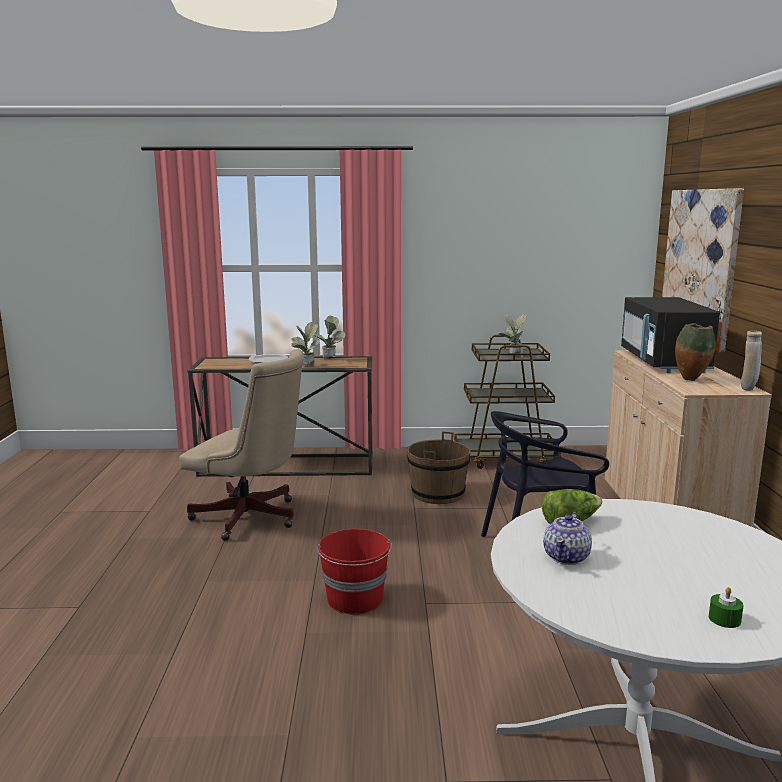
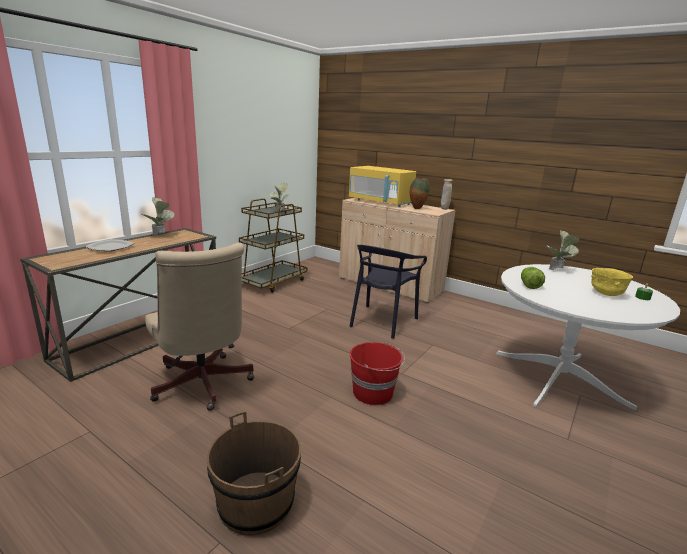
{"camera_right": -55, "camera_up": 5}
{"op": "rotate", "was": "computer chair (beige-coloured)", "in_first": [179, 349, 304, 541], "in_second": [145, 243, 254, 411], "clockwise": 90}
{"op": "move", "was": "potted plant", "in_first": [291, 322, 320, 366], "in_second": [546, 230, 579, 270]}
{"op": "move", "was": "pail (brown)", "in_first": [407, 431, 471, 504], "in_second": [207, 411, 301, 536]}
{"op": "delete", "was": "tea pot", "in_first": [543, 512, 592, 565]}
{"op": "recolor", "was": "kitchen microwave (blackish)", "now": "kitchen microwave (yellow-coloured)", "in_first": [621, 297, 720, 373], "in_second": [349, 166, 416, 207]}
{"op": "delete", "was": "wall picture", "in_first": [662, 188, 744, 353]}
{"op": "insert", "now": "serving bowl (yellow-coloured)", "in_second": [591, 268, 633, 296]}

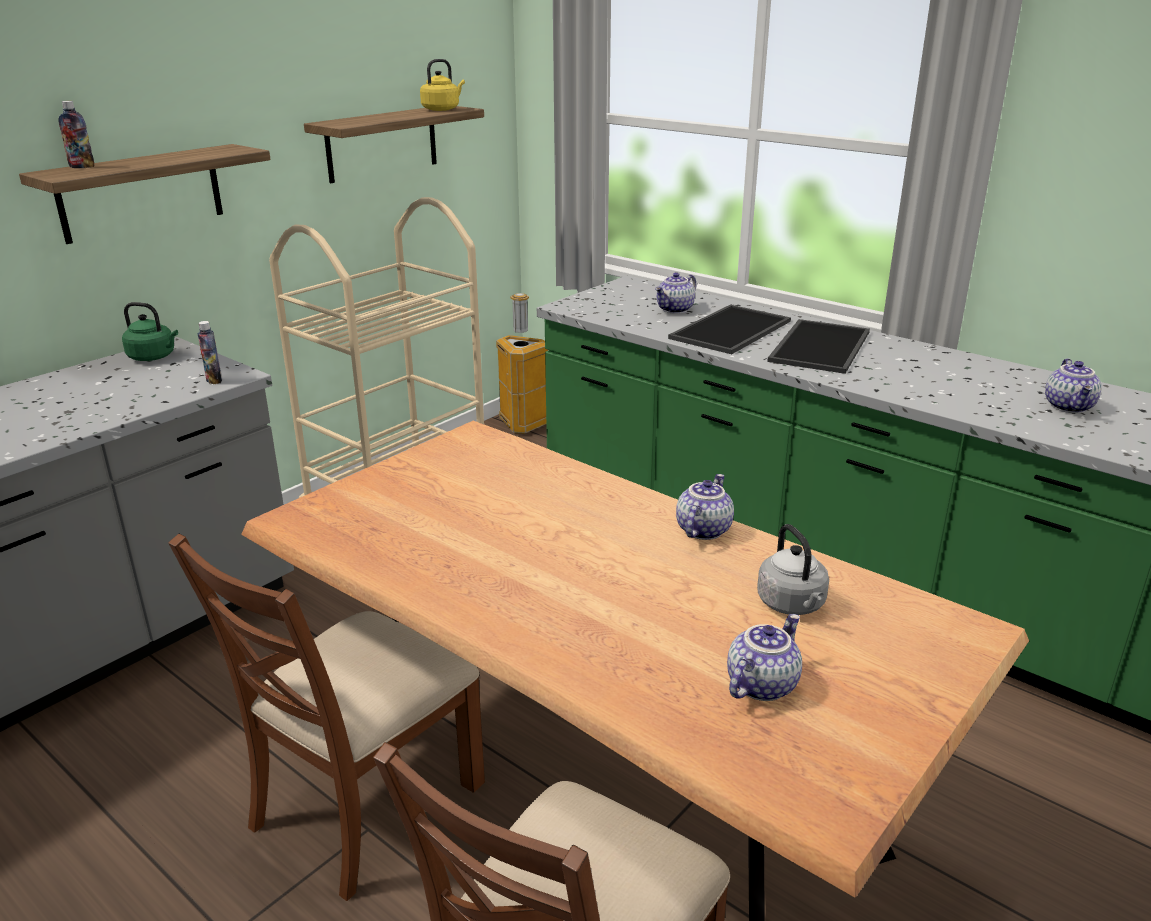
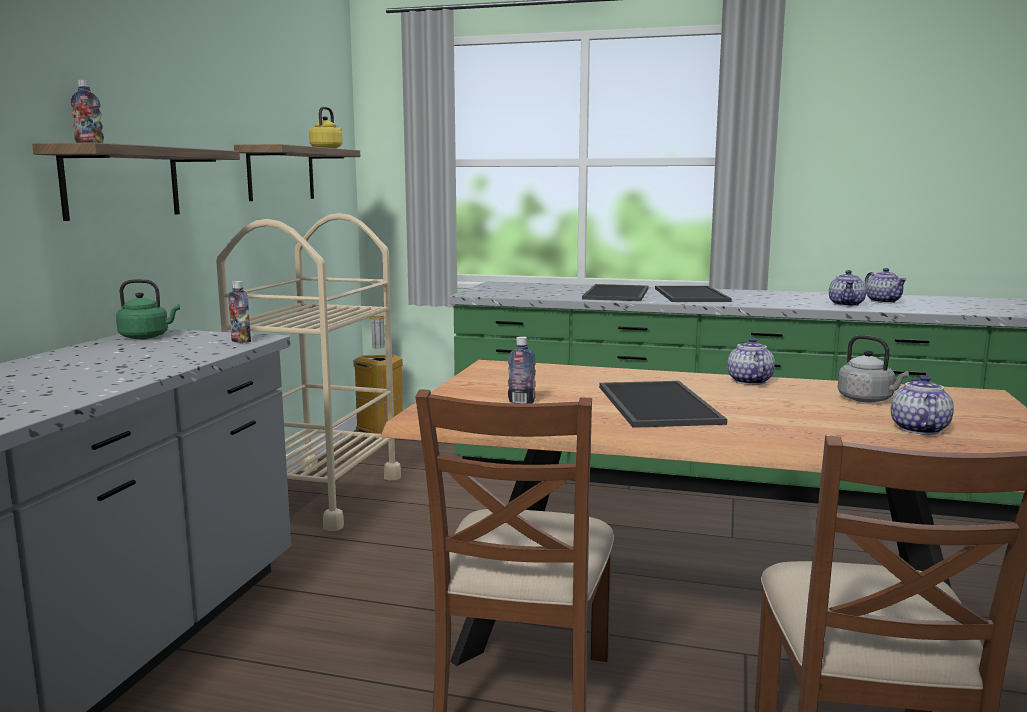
{"camera_right": -25, "camera_up": -15}
{"op": "move", "was": "tea pot", "in_first": [655, 272, 696, 314], "in_second": [829, 270, 867, 306]}
{"op": "insert", "now": "drink bottle", "in_second": [508, 337, 536, 404]}
{"op": "insert", "now": "tray", "in_second": [599, 381, 727, 428]}

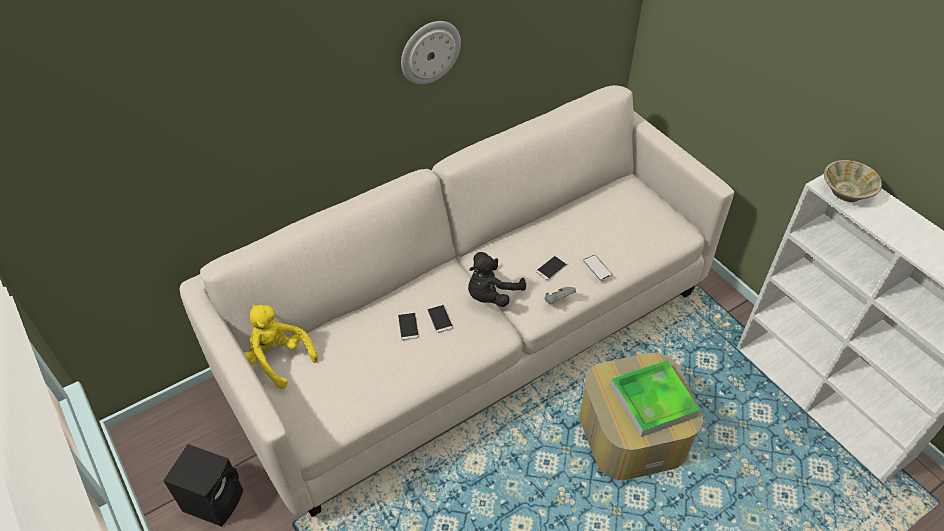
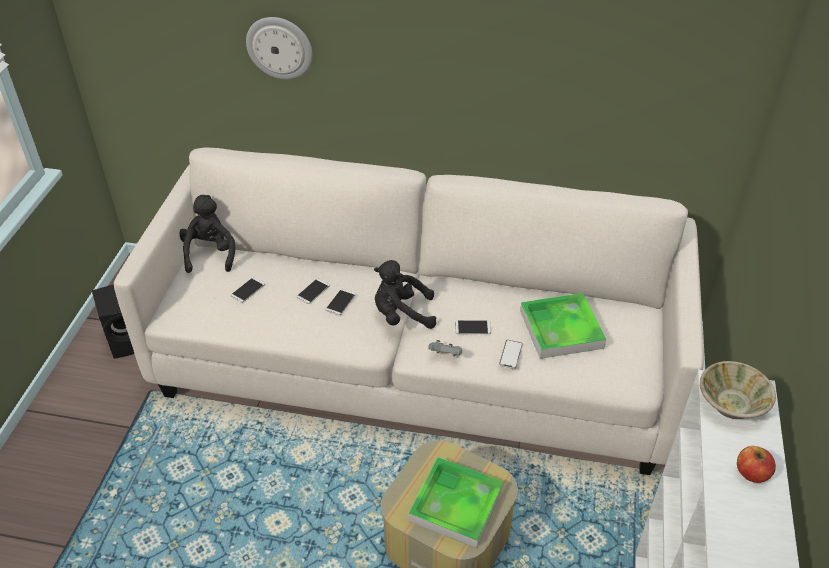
{"camera_right": 45, "camera_up": -5}
{"op": "recolor", "was": "cuddly toy (yellow-coloured)", "now": "cuddly toy (blackish)", "in_first": [244, 305, 318, 389], "in_second": [180, 195, 235, 273]}
{"op": "move", "was": "wall clock", "in_first": [401, 21, 461, 84], "in_second": [246, 17, 313, 79]}
{"op": "insert", "now": "telephone", "in_second": [231, 277, 265, 303]}
{"op": "insert", "now": "tray", "in_second": [520, 293, 606, 359]}
{"op": "insert", "now": "apple", "in_second": [737, 446, 776, 483]}

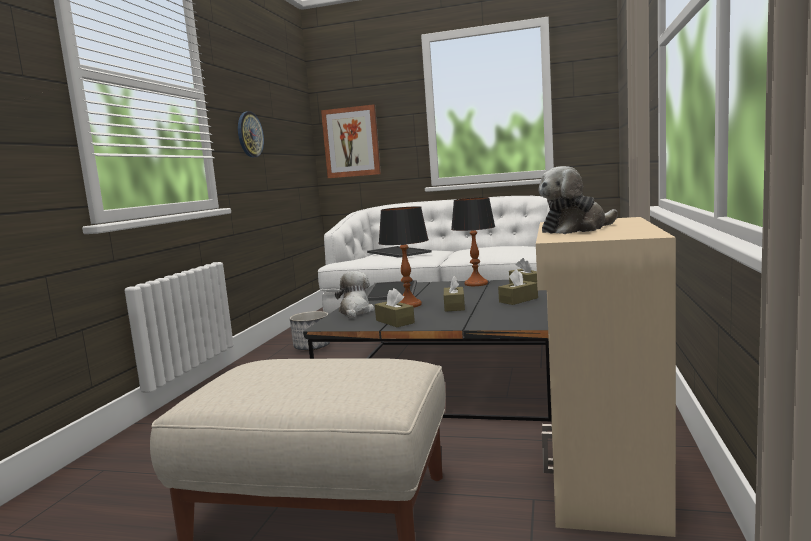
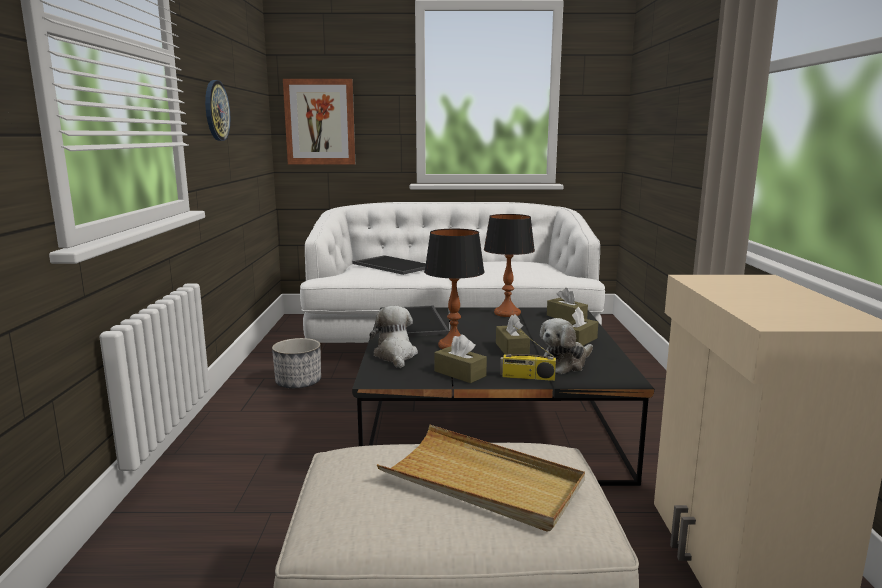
{"camera_right": -15, "camera_up": 5}
{"op": "move", "was": "cuddly toy", "in_first": [538, 166, 618, 234], "in_second": [540, 318, 593, 374]}
{"op": "insert", "now": "tray (beige-coloured)", "in_second": [377, 425, 585, 532]}
{"op": "insert", "now": "radio set", "in_second": [500, 325, 556, 381]}

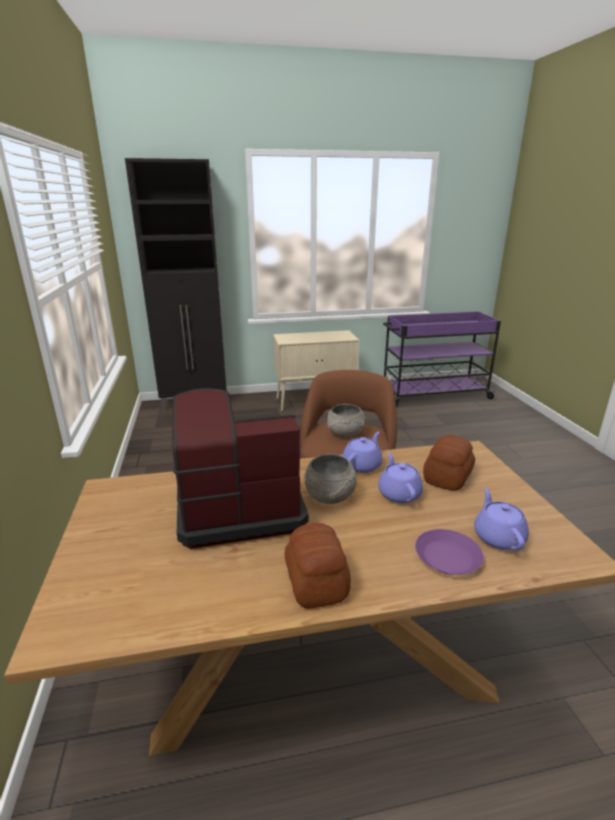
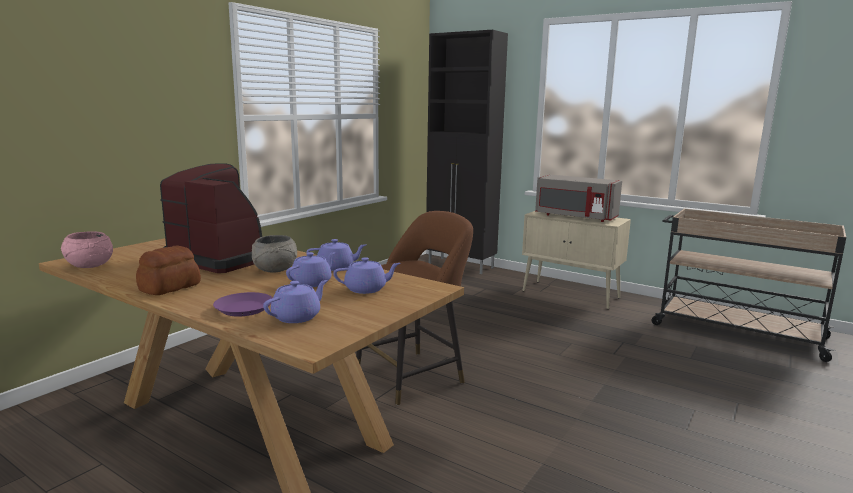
{"camera_right": 45, "camera_up": -10}
{"op": "delete", "was": "serving bowl (gray)", "in_first": [327, 404, 365, 438]}
{"op": "recolor", "was": "trolley (purplish)", "now": "trolley (beige-coloured)", "in_first": [383, 311, 501, 407], "in_second": [651, 209, 846, 362]}
{"op": "replace", "was": "bread", "now": "tea pot (purplish)", "in_first": [423, 435, 475, 491], "in_second": [333, 257, 400, 294]}
{"op": "insert", "now": "serving bowl (pinkish)", "in_second": [61, 232, 113, 268]}
{"op": "insert", "now": "kitchen microwave (gray)", "in_second": [535, 174, 622, 222]}

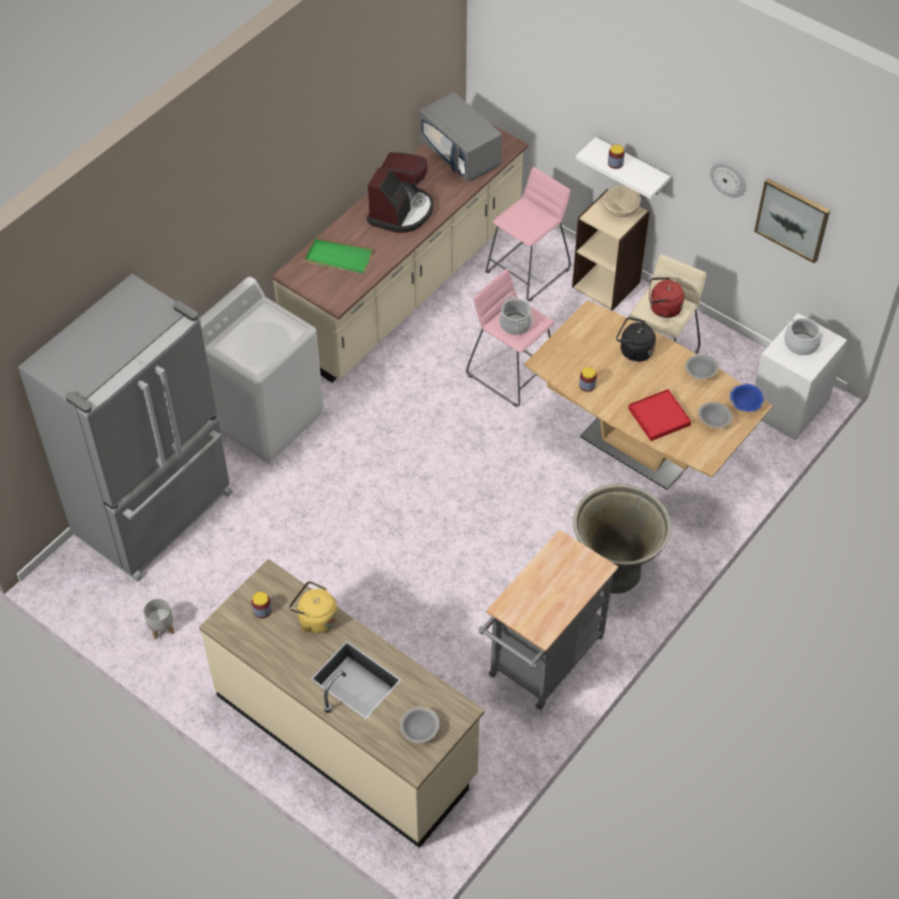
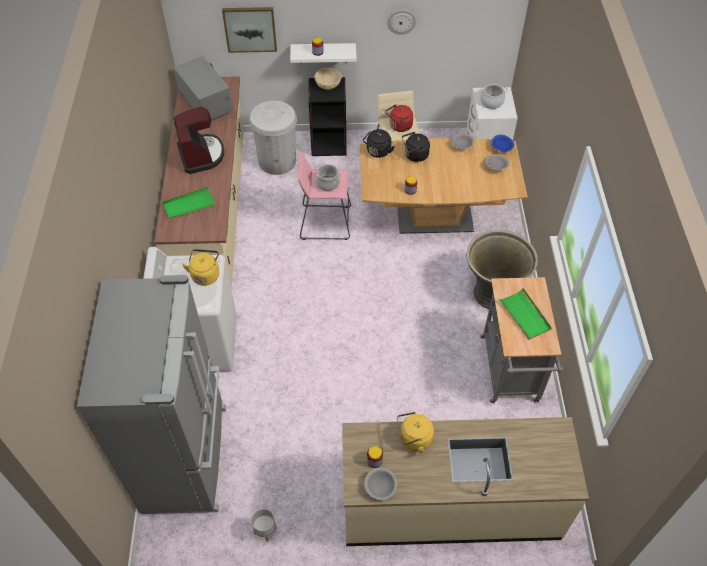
{"camera_right": -40, "camera_up": 0}
{"op": "move", "was": "serving bowl (gray)", "in_first": [400, 706, 440, 743], "in_second": [364, 467, 397, 500]}
{"op": "rotate", "was": "kitchen microwave (gray)", "in_first": [420, 92, 502, 182], "in_second": [173, 56, 233, 120], "clockwise": -135}
{"op": "replace", "was": "sitting stool (pinkish)", "now": "waste bin (white)", "in_first": [485, 167, 571, 301], "in_second": [249, 101, 297, 175]}
{"op": "recolor", "was": "shelving unit (beige-coloured)", "now": "shelving unit (blackish)", "in_first": [572, 189, 650, 311], "in_second": [308, 77, 347, 156]}
{"op": "delete", "was": "tray (red-coloured)", "in_first": [628, 389, 691, 441]}
{"op": "move", "was": "wall picture", "in_first": [754, 178, 830, 264], "in_second": [222, 7, 277, 53]}
{"op": "insert", "now": "kettle (yellow-coloured)", "in_second": [182, 249, 219, 286]}
{"op": "insert", "now": "kettle (blackish)", "in_second": [363, 129, 395, 158]}
{"op": "insert", "now": "tray (greenish)", "in_second": [498, 288, 552, 340]}

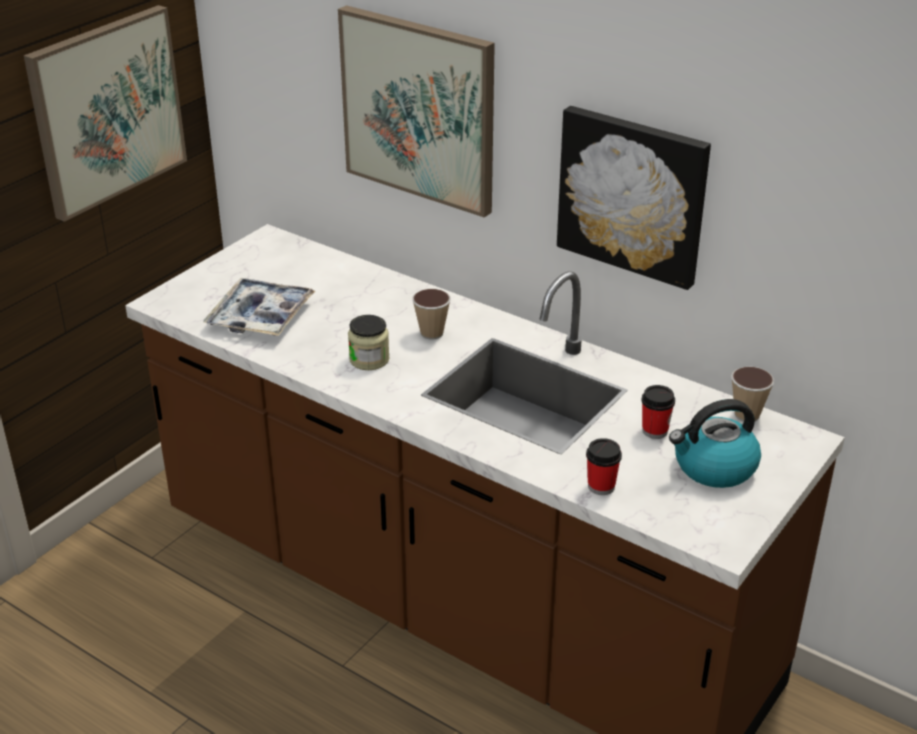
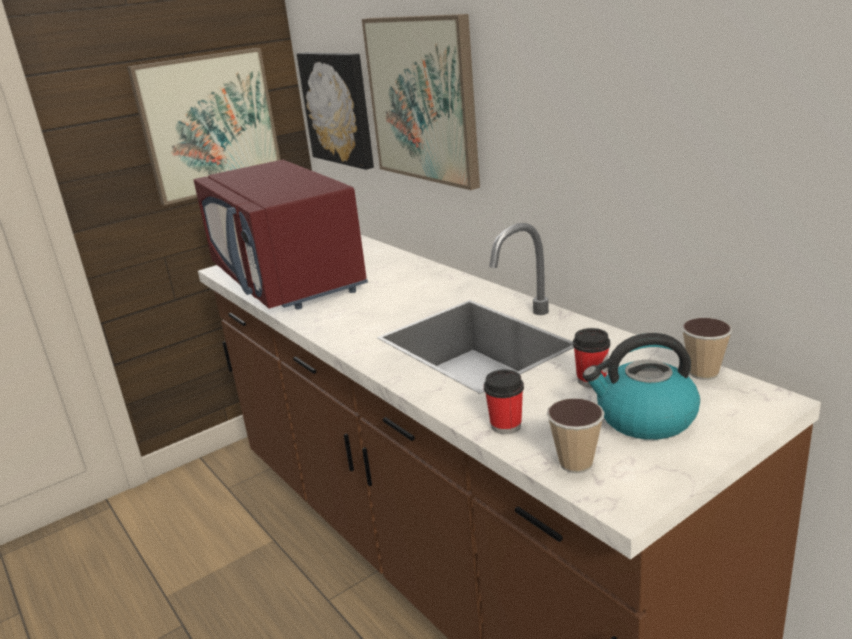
{"camera_right": 20, "camera_up": -10}
{"op": "replace", "was": "tray", "now": "kitchen microwave (red-coloured)", "in_first": [204, 278, 315, 336], "in_second": [194, 160, 368, 310]}
{"op": "delete", "was": "preserve jar", "in_first": [348, 315, 390, 370]}
{"op": "move", "was": "small cup", "in_first": [412, 289, 451, 340], "in_second": [547, 398, 605, 473]}
{"op": "move", "was": "wall picture", "in_first": [557, 106, 711, 290], "in_second": [297, 52, 374, 170]}

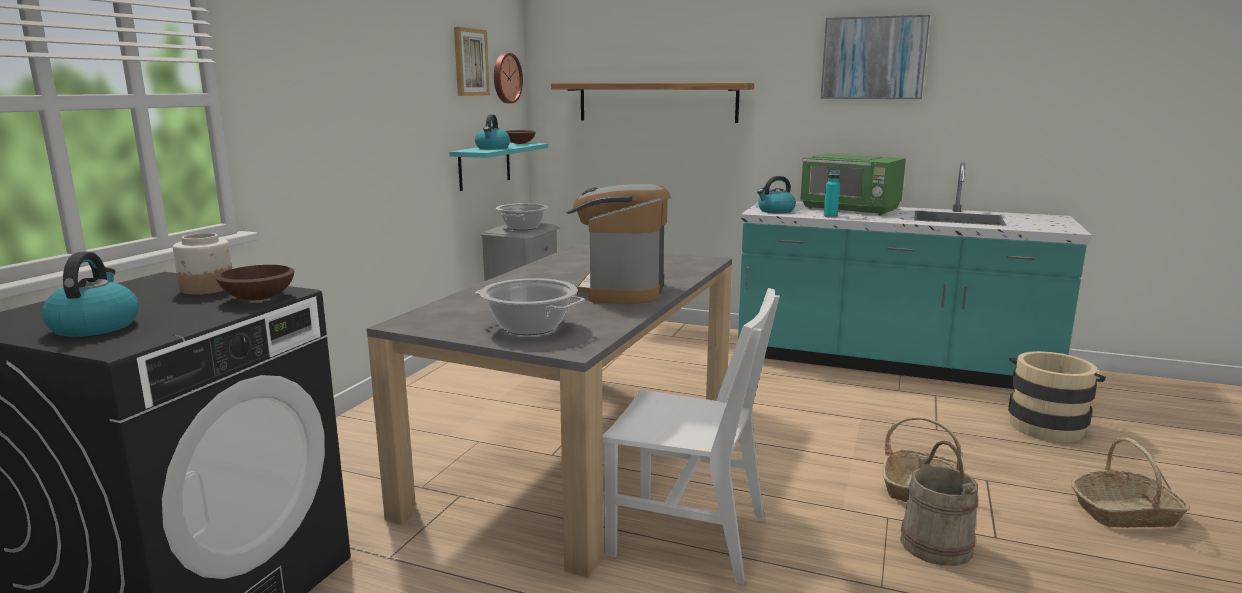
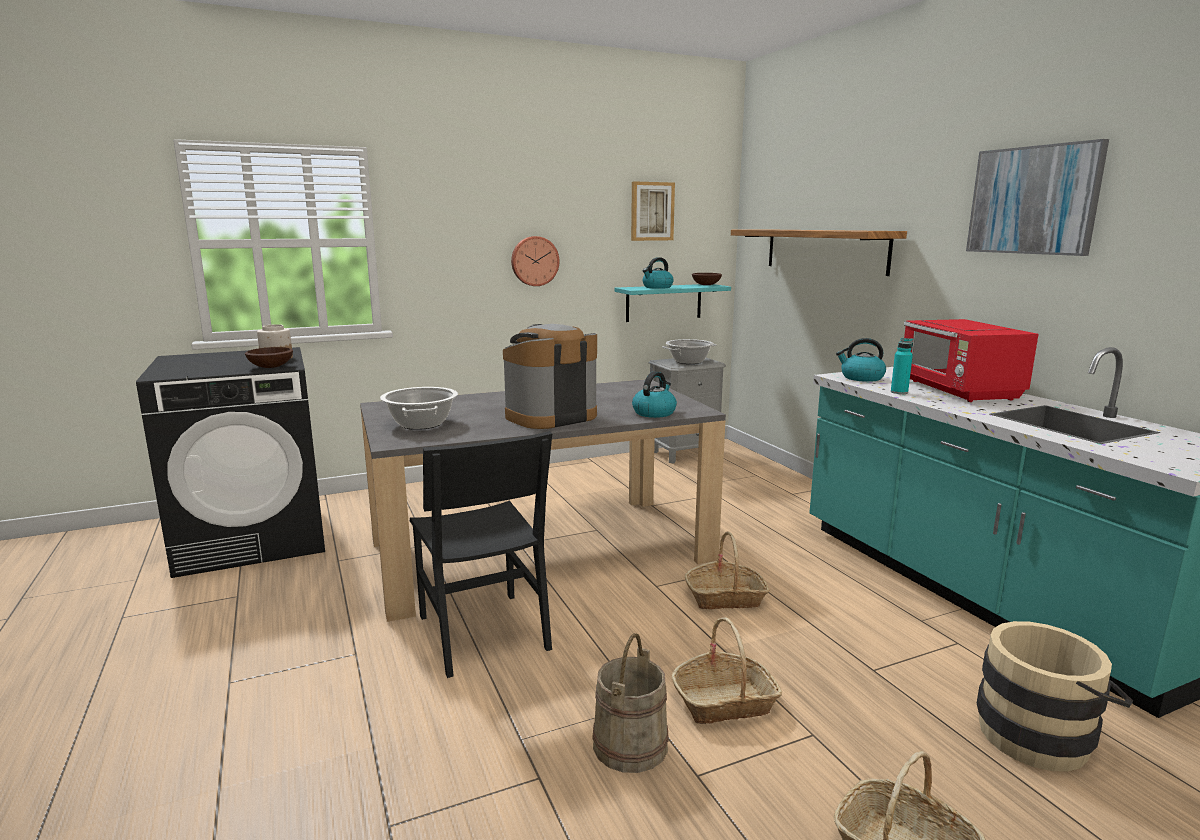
{"camera_right": 45, "camera_up": 0}
{"op": "move", "was": "kettle", "in_first": [41, 252, 139, 337], "in_second": [632, 371, 677, 418]}
{"op": "move", "was": "wall clock", "in_first": [494, 53, 523, 103], "in_second": [511, 236, 559, 286]}
{"op": "recolor", "was": "chair (white)", "now": "chair (blackish)", "in_first": [603, 288, 780, 585], "in_second": [410, 431, 552, 678]}
{"op": "recolor", "was": "kitchen microwave (greenish)", "now": "kitchen microwave (red-coloured)", "in_first": [800, 154, 906, 215], "in_second": [904, 319, 1038, 402]}
{"op": "insert", "now": "basket", "in_second": [685, 532, 770, 610]}

